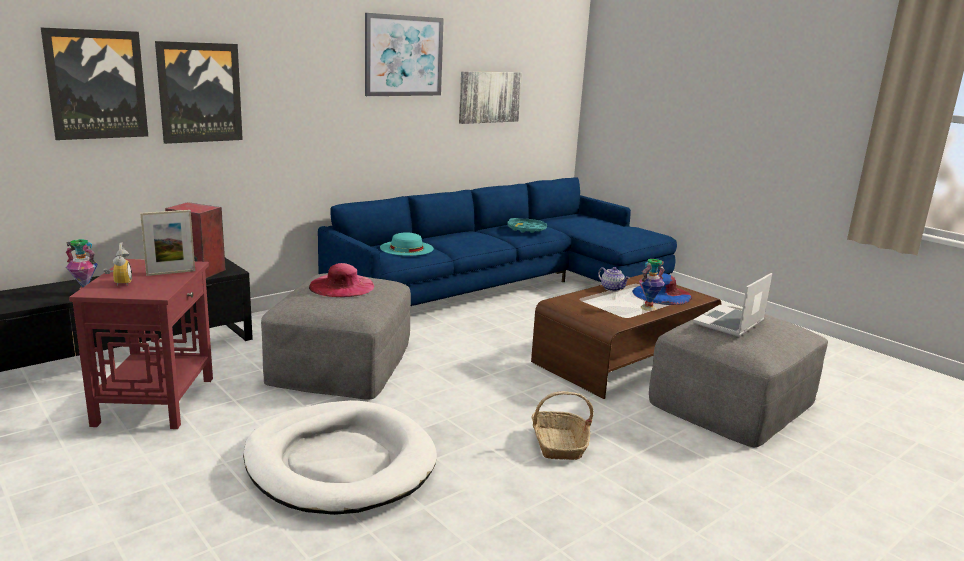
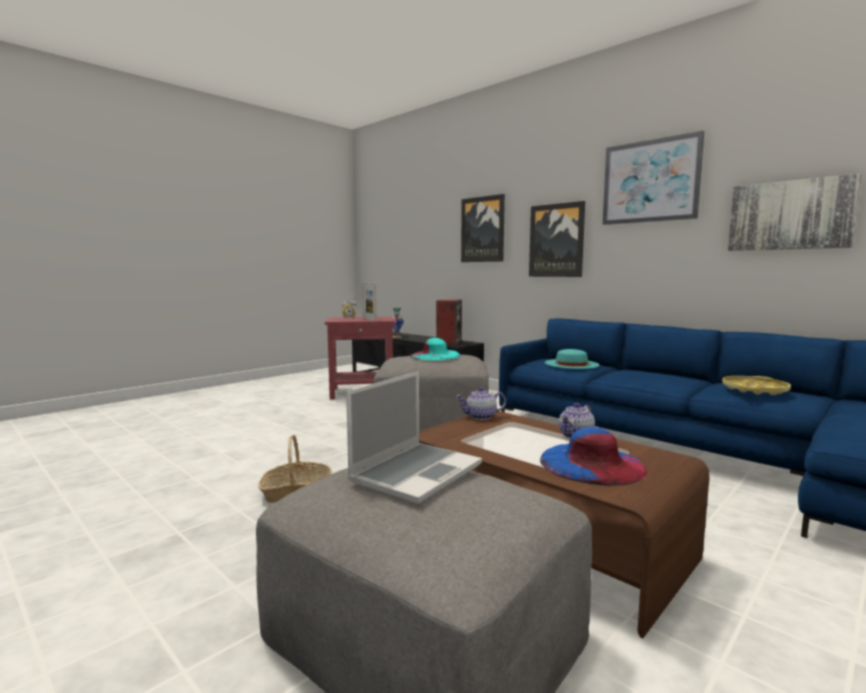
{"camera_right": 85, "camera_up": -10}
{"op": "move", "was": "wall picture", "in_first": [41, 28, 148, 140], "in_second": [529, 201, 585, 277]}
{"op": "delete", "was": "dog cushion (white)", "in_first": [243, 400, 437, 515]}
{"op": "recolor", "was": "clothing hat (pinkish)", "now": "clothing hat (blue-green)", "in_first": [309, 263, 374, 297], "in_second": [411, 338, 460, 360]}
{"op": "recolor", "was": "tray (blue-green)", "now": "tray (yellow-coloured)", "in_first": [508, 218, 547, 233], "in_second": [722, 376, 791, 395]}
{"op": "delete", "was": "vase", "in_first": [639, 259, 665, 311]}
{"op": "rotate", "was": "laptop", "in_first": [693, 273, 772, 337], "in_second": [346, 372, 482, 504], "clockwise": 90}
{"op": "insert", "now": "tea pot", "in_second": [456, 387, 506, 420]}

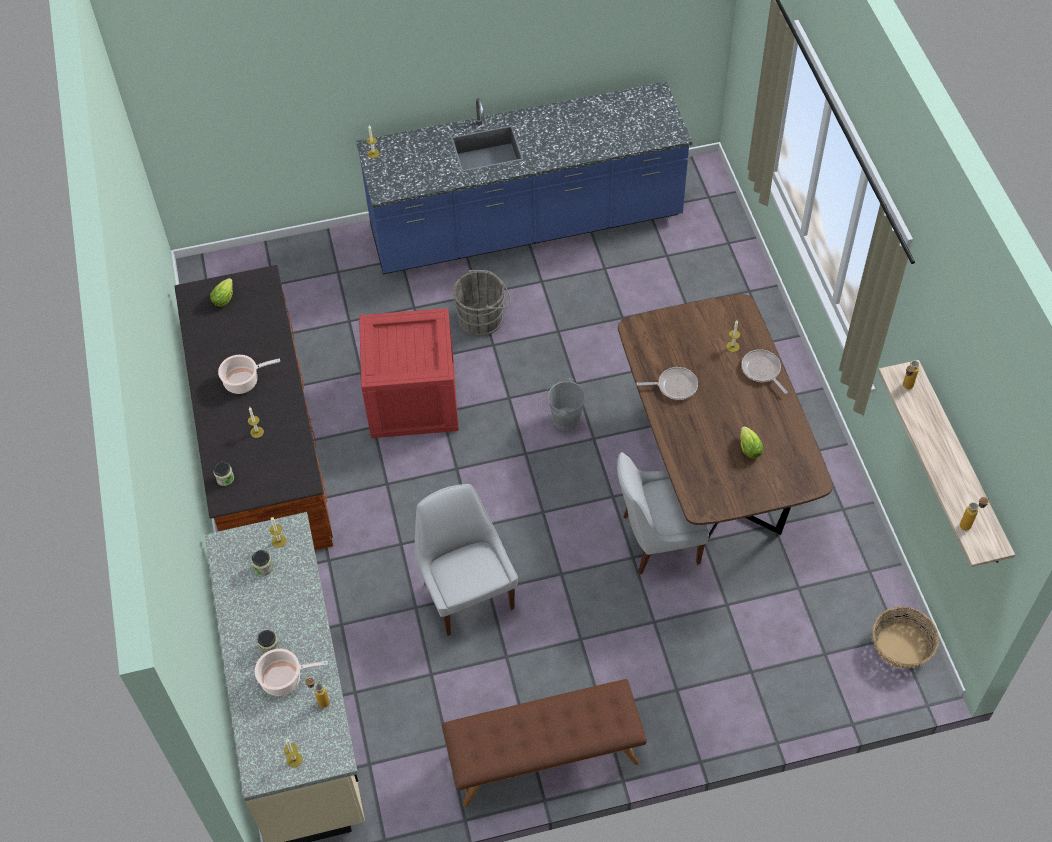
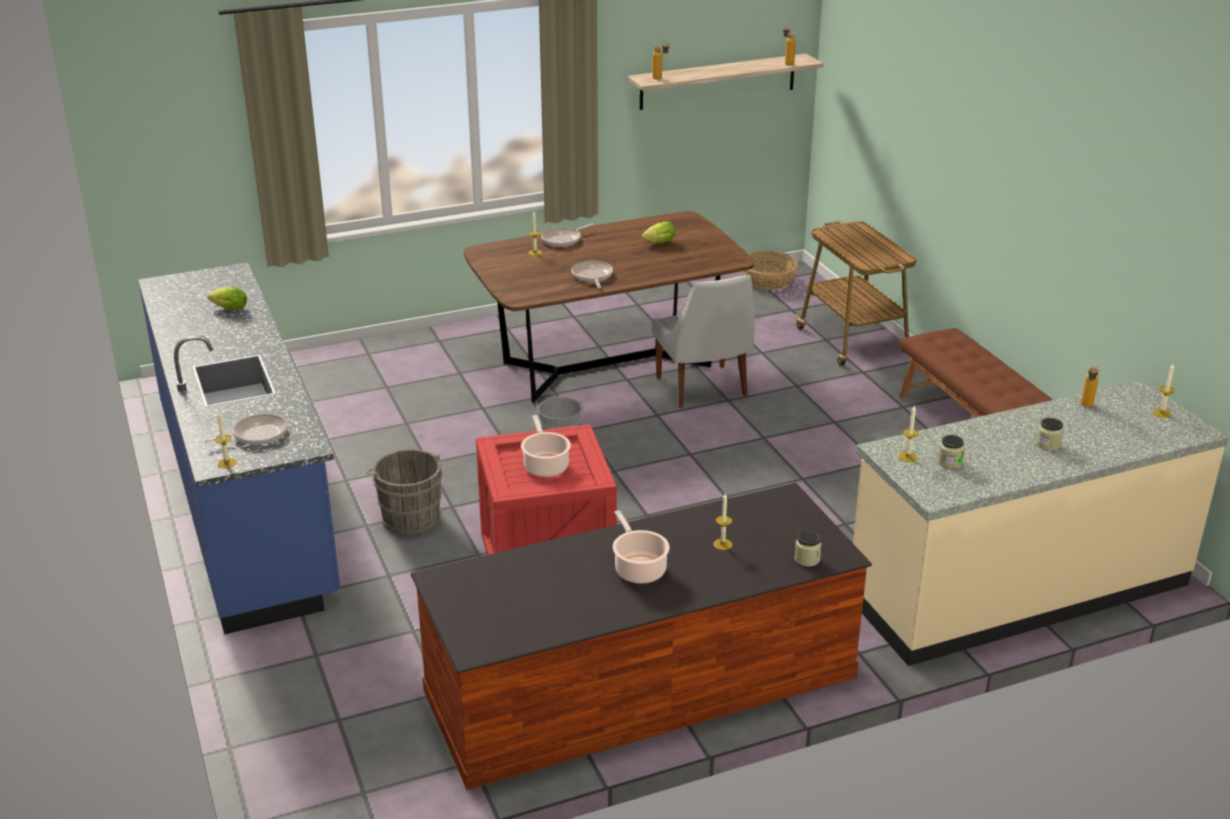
{"camera_right": -100, "camera_up": -25}
{"op": "move", "was": "lettuce head", "in_first": [210, 278, 233, 307], "in_second": [208, 287, 247, 311]}
{"op": "move", "was": "cooking pot", "in_first": [255, 649, 328, 696], "in_second": [521, 415, 571, 477]}
{"op": "delete", "was": "chair (white)", "in_first": [415, 484, 518, 636]}
{"op": "insert", "now": "frying pan", "in_second": [205, 414, 287, 445]}
{"op": "insert", "now": "trolley", "in_second": [795, 221, 916, 366]}

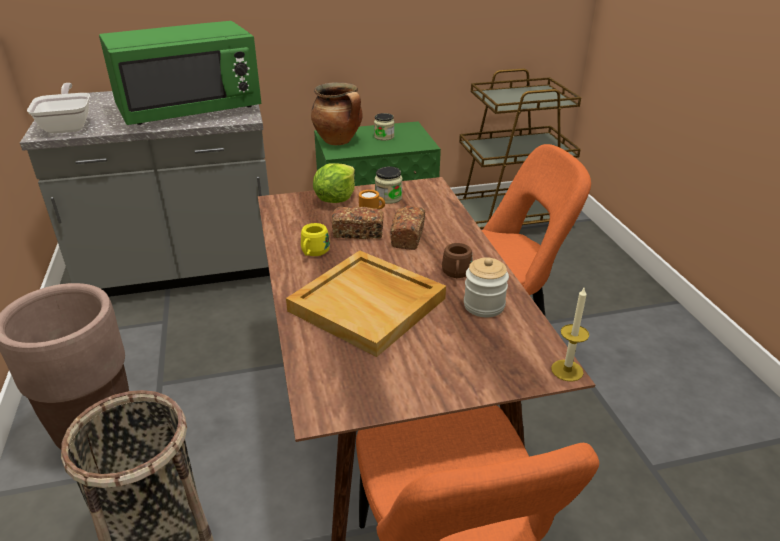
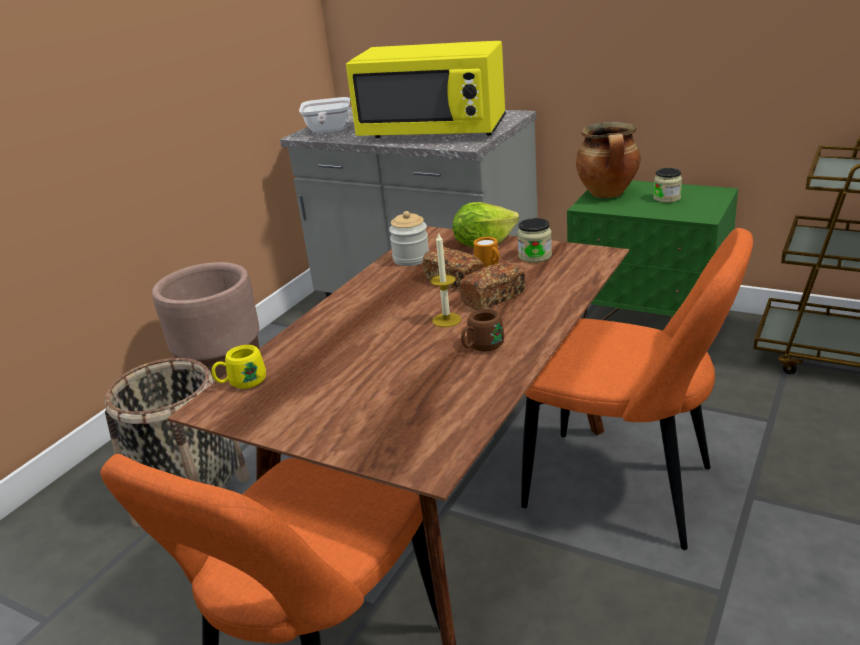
{"camera_right": 45, "camera_up": -5}
{"op": "rotate", "was": "frying pan", "in_first": [27, 83, 90, 134], "in_second": [299, 97, 350, 133], "clockwise": 150}
{"op": "recolor", "was": "kitchen microwave (greenish)", "now": "kitchen microwave (yellow-coloured)", "in_first": [99, 21, 261, 125], "in_second": [346, 41, 506, 138]}
{"op": "delete", "was": "tray (beige-coloured)", "in_first": [286, 250, 446, 357]}
{"op": "move", "was": "coffee mug (yellow-coloured)", "in_first": [301, 223, 330, 256], "in_second": [212, 345, 266, 389]}
{"op": "move", "was": "preserve jar", "in_first": [464, 257, 509, 317], "in_second": [389, 211, 429, 266]}
{"op": "move", "was": "wax candle", "in_first": [551, 286, 589, 382], "in_second": [430, 232, 461, 327]}

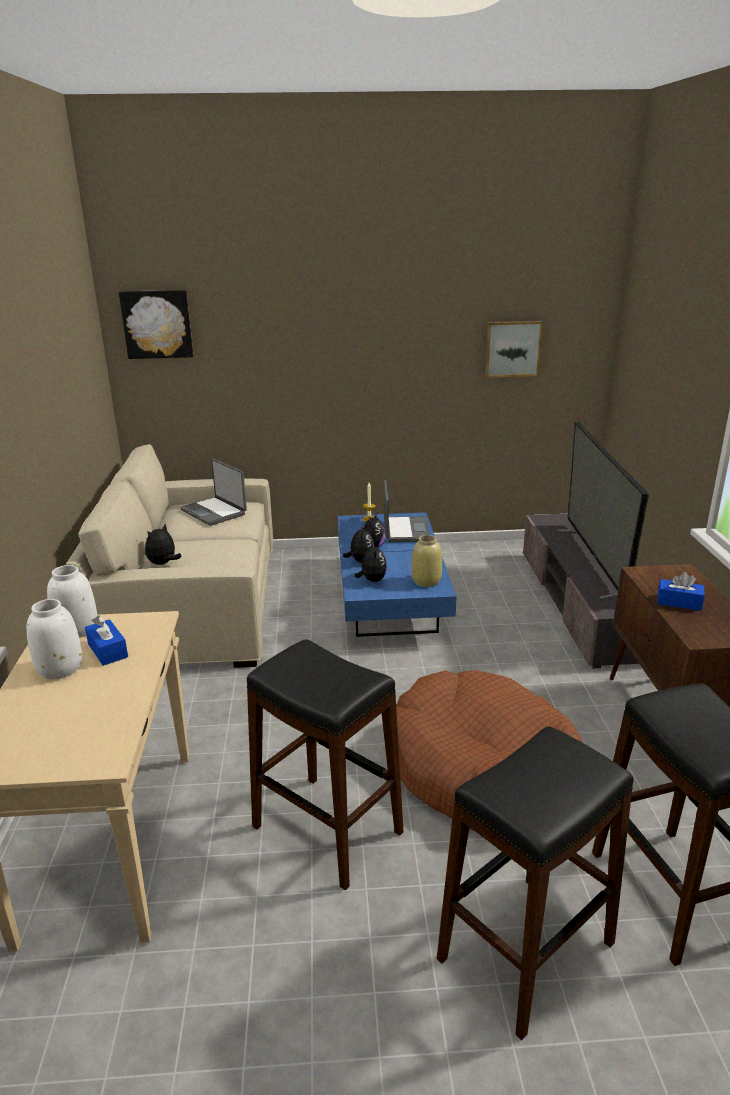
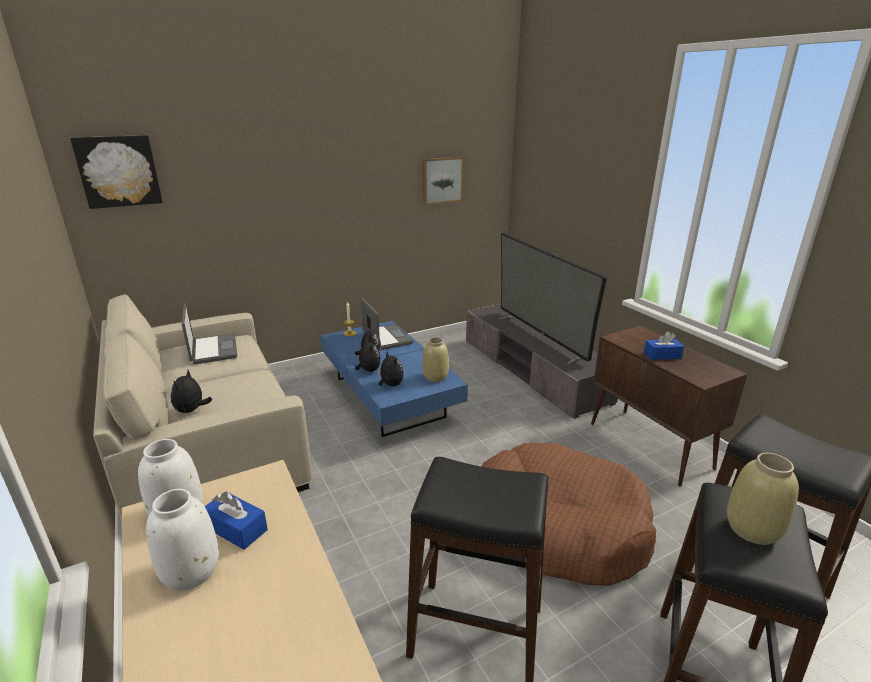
{"camera_right": -25, "camera_up": 0}
{"op": "rotate", "was": "laptop", "in_first": [180, 459, 247, 526], "in_second": [182, 303, 237, 365], "clockwise": -135}
{"op": "insert", "now": "vase (beige-coloured)", "in_second": [727, 453, 799, 545]}

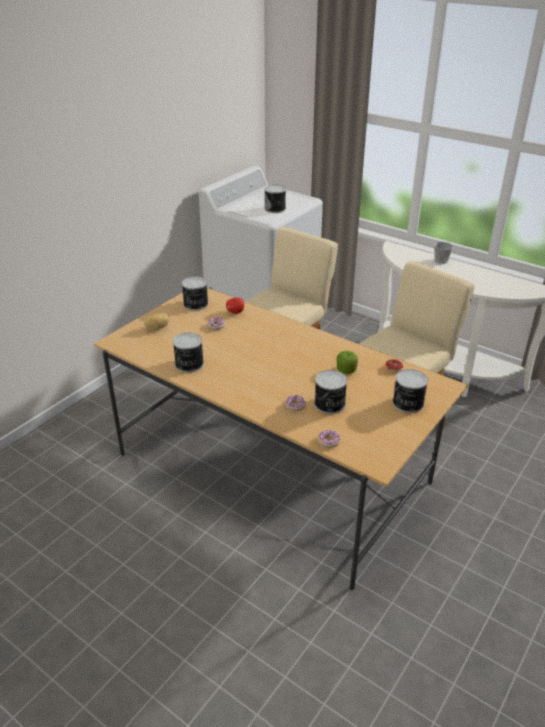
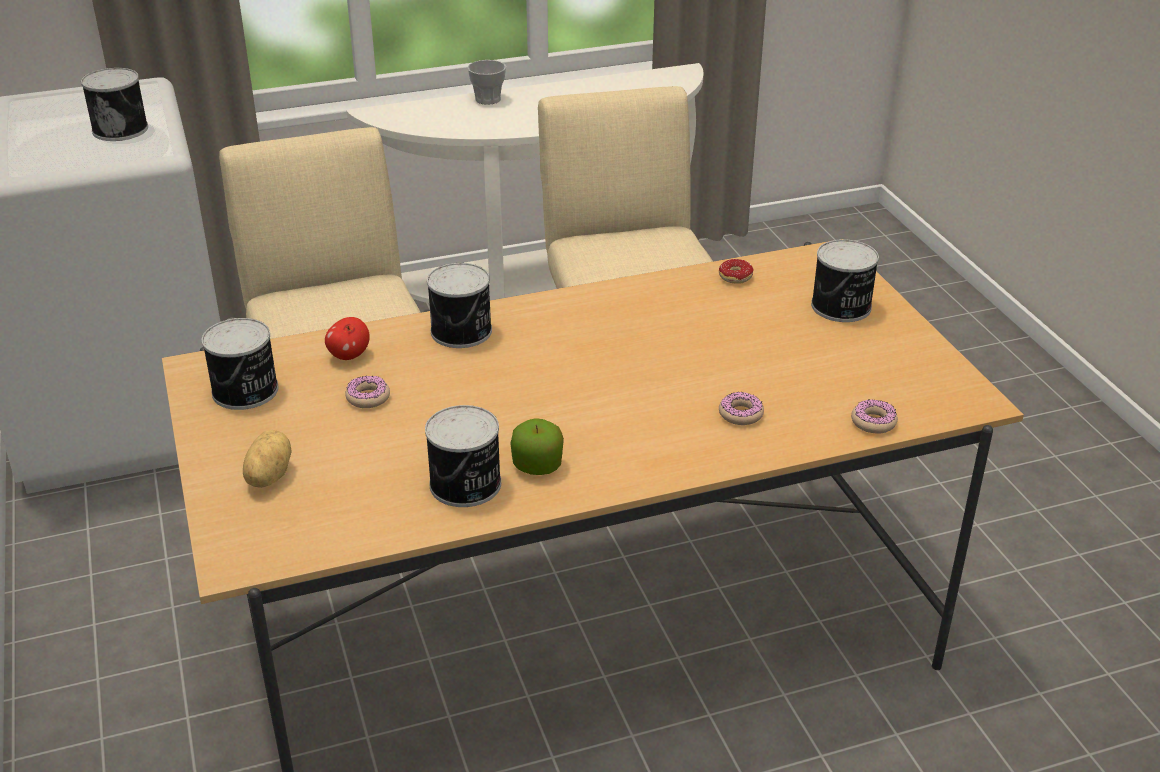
{"camera_right": -55, "camera_up": 0}
{"op": "move", "was": "metal can", "in_first": [314, 370, 347, 414], "in_second": [427, 263, 492, 348]}
{"op": "move", "was": "apple", "in_first": [337, 351, 358, 374], "in_second": [510, 418, 564, 475]}

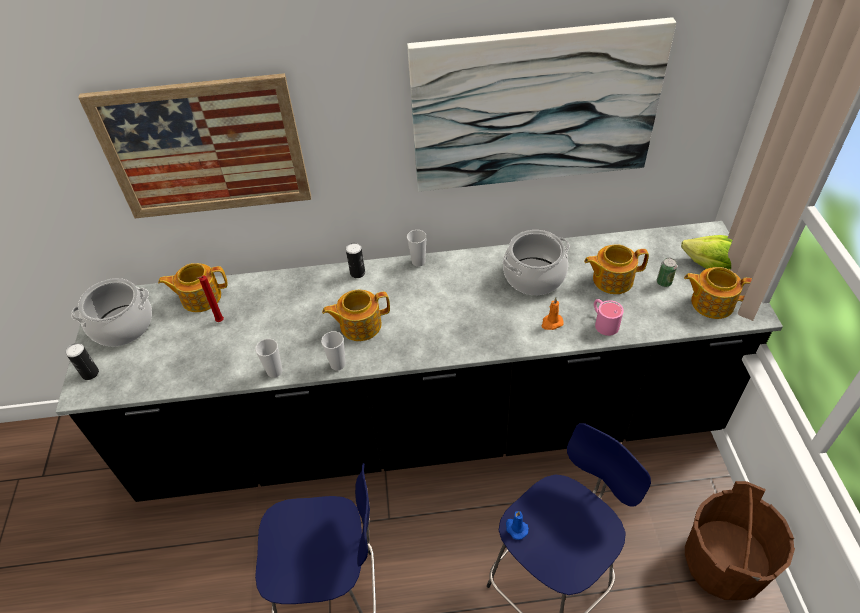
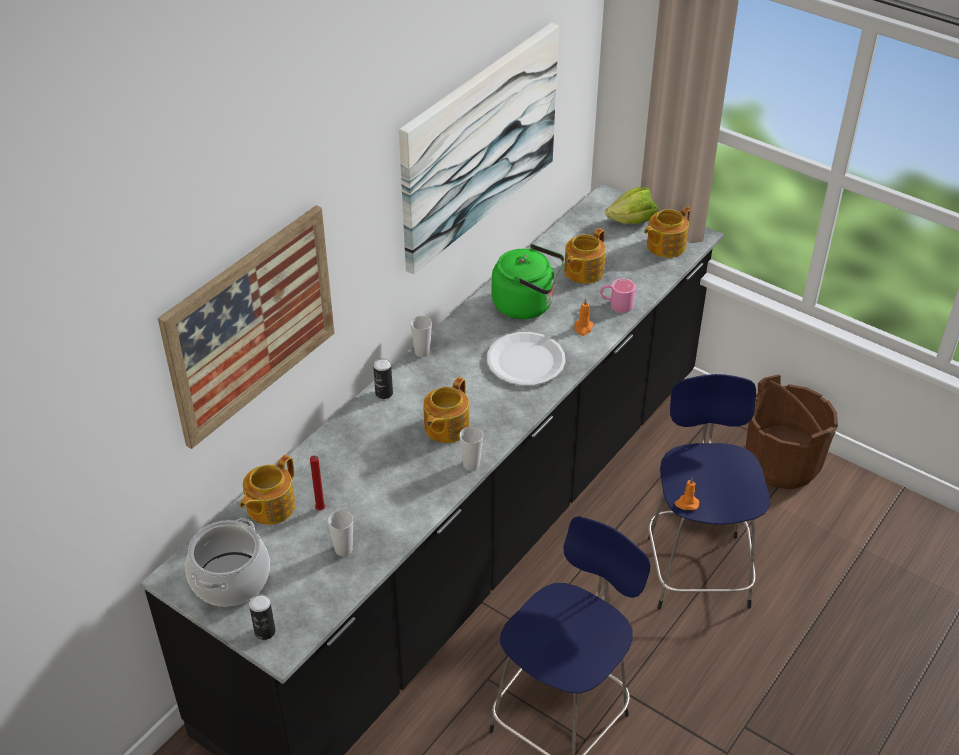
{"camera_right": -50, "camera_up": -5}
{"op": "move", "was": "small cup", "in_first": [255, 339, 282, 378], "in_second": [328, 510, 353, 556]}
{"op": "replace", "was": "cooking pot", "now": "kettle (greenish)", "in_first": [503, 230, 570, 295], "in_second": [492, 244, 564, 319]}
{"op": "recolor", "was": "wax candle (blue-coloured)", "now": "wax candle (orange)", "in_first": [506, 511, 529, 540], "in_second": [674, 478, 699, 510]}
{"op": "delete", "was": "metal can", "in_first": [657, 258, 677, 287]}
{"op": "insert", "now": "dinner plate (white)", "in_second": [487, 332, 566, 386]}

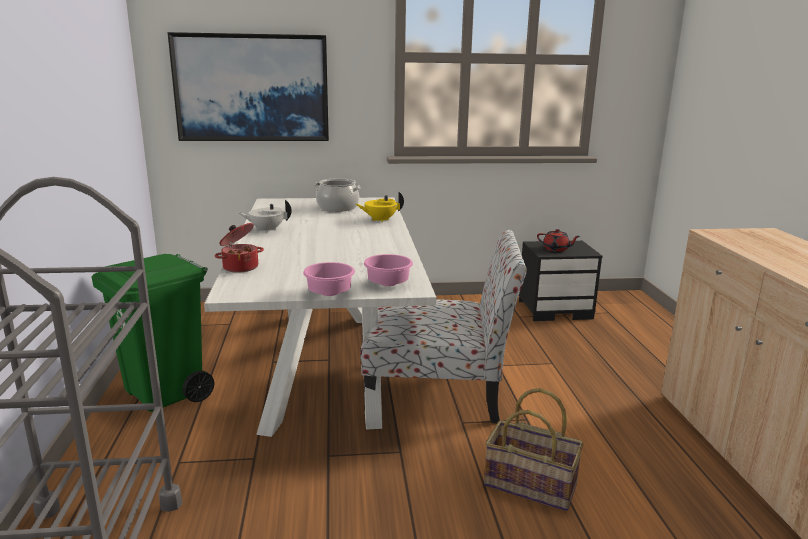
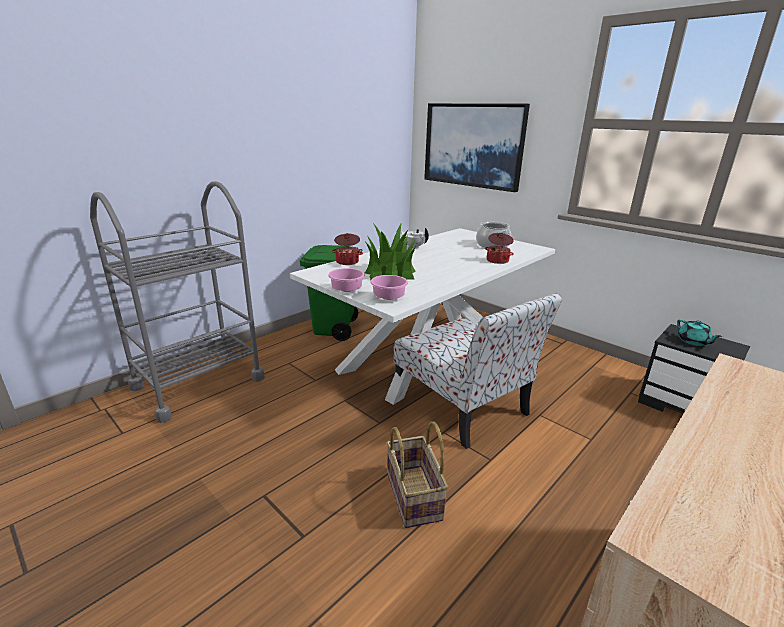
{"camera_right": 50, "camera_up": 5}
{"op": "replace", "was": "tea pot (yellow-coloured)", "now": "cooking pot", "in_first": [356, 191, 404, 222], "in_second": [485, 233, 514, 264]}
{"op": "recolor", "was": "tea pot (red-coloured)", "now": "tea pot (blue-green)", "in_first": [537, 229, 580, 252], "in_second": [677, 320, 722, 346]}
{"op": "insert", "now": "potted plant", "in_second": [365, 223, 416, 280]}

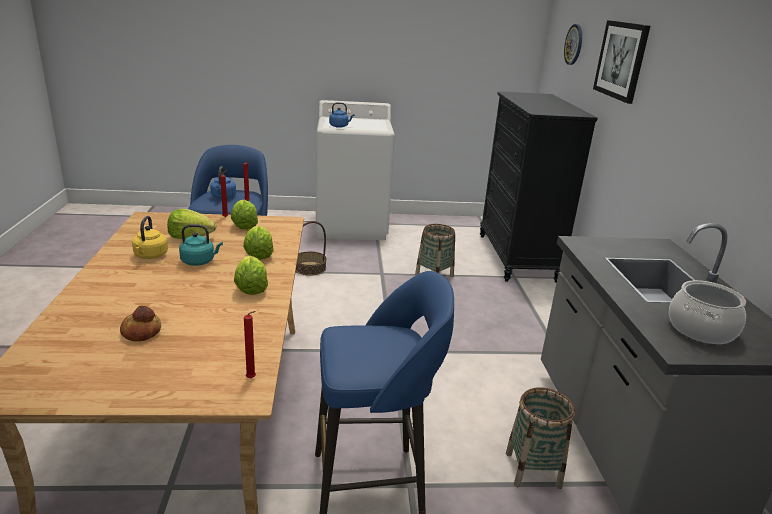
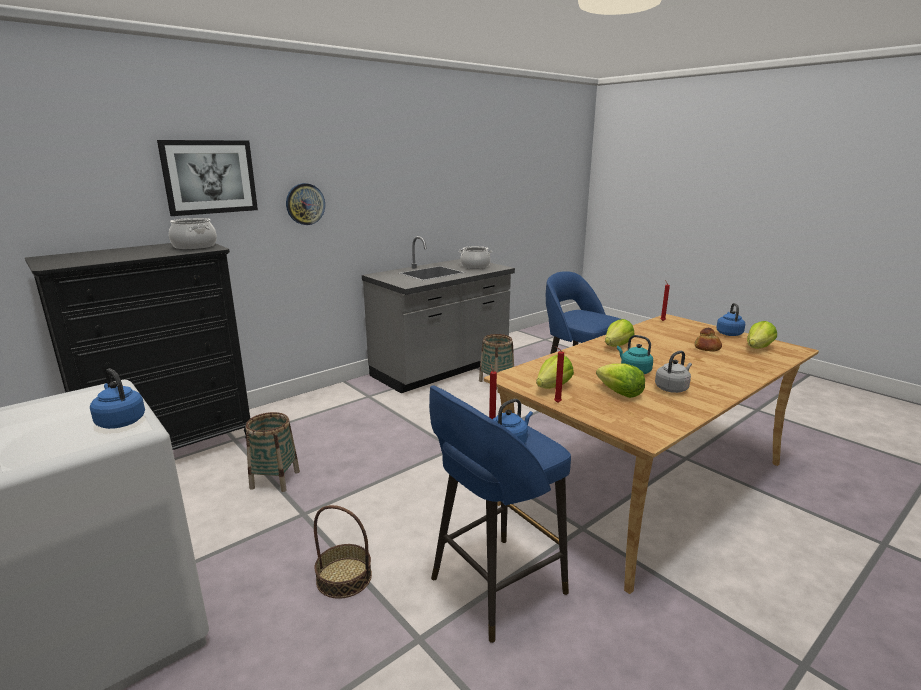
{"camera_right": -125, "camera_up": -5}
{"op": "recolor", "was": "kettle (yellow-coloured)", "now": "kettle (gray)", "in_first": [132, 216, 168, 259], "in_second": [655, 351, 692, 393]}
{"op": "move", "was": "lettuce head", "in_first": [243, 225, 274, 260], "in_second": [747, 321, 777, 349]}
{"op": "move", "was": "wall clock", "in_first": [564, 24, 582, 65], "in_second": [286, 183, 325, 225]}
{"op": "insert", "now": "cooking pot", "in_second": [169, 218, 217, 250]}
{"op": "insert", "now": "kettle (blue-coloured)", "in_second": [716, 303, 745, 336]}

